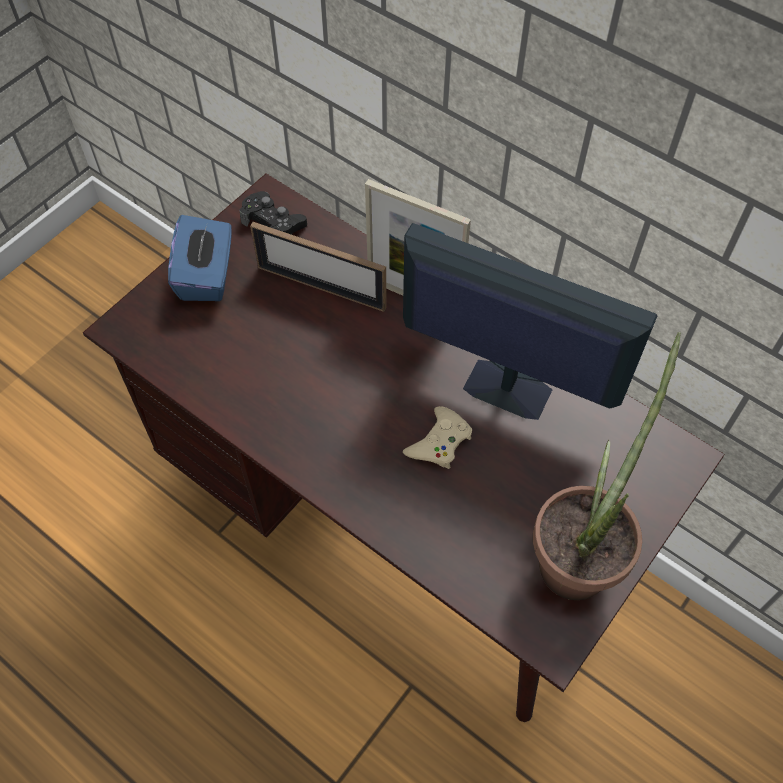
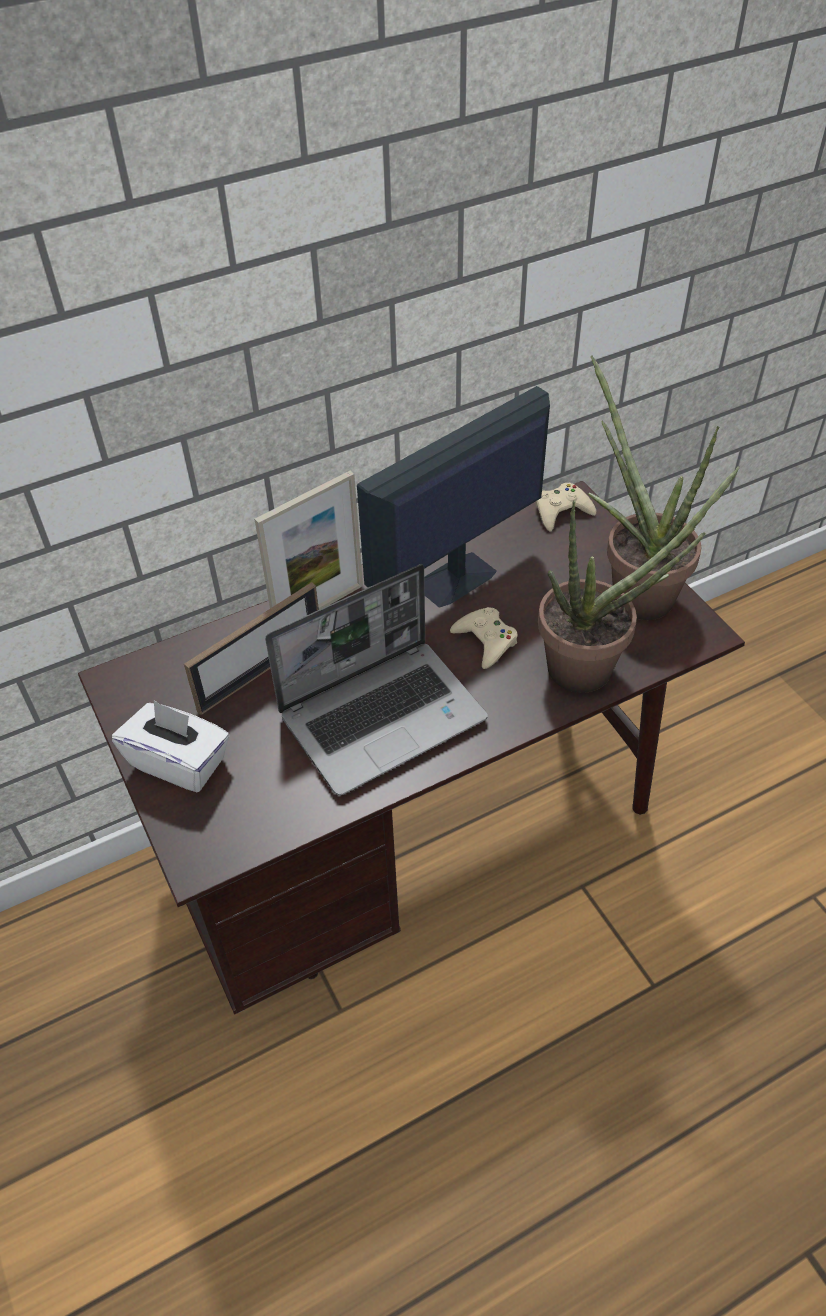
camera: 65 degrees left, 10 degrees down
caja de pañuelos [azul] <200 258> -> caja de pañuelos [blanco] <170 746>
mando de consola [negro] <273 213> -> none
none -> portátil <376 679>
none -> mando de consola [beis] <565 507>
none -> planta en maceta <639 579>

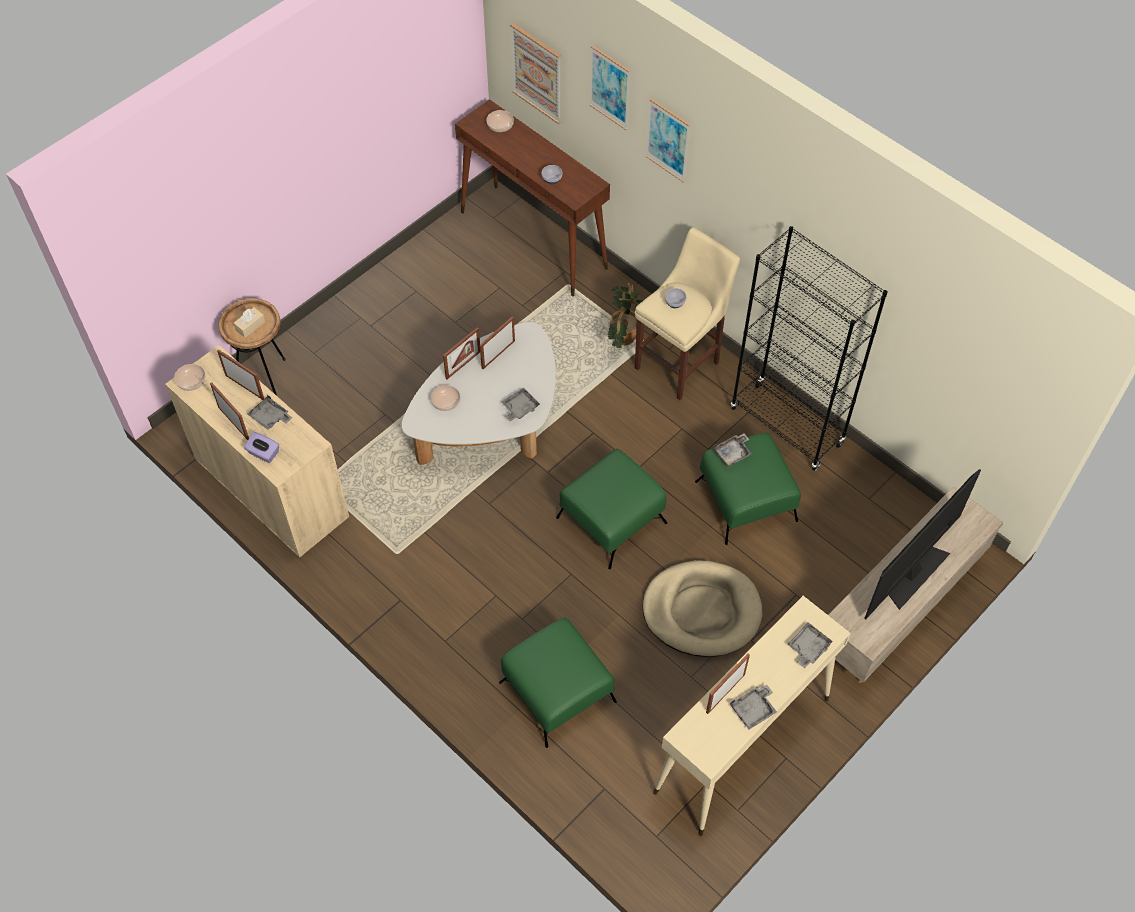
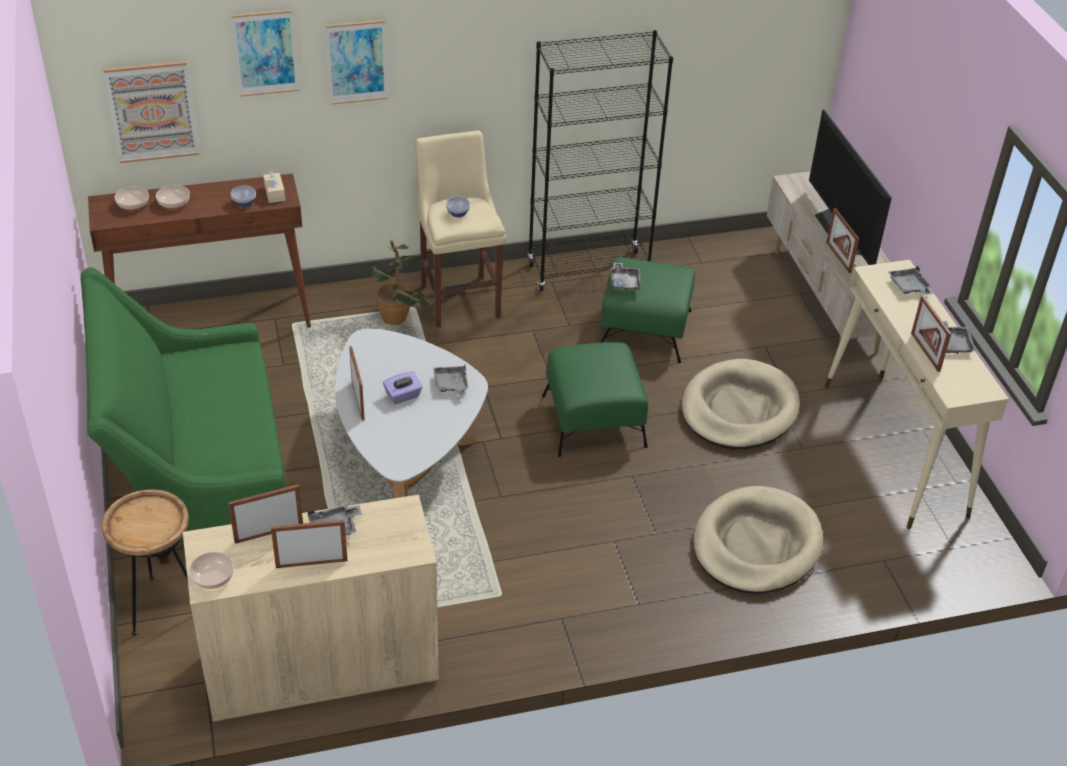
camera: 60 degrees left, 15 degrees down
caja de pañuelos [beis] <249 322> -> caja de pañuelos [beis] <274 187>, relocated
caja de pañuelos [morado] <261 447> -> caja de pañuelos [morado] <403 387>, relocated
cuenco <445 398> -> cuenco <173 197>, relocated
portarretratos <497 342> -> portarretratos <842 240>, relocated
puf [verde] <558 683> -> cama para perro [beis] <758 540>
none -> sofá [verde] <183 415>

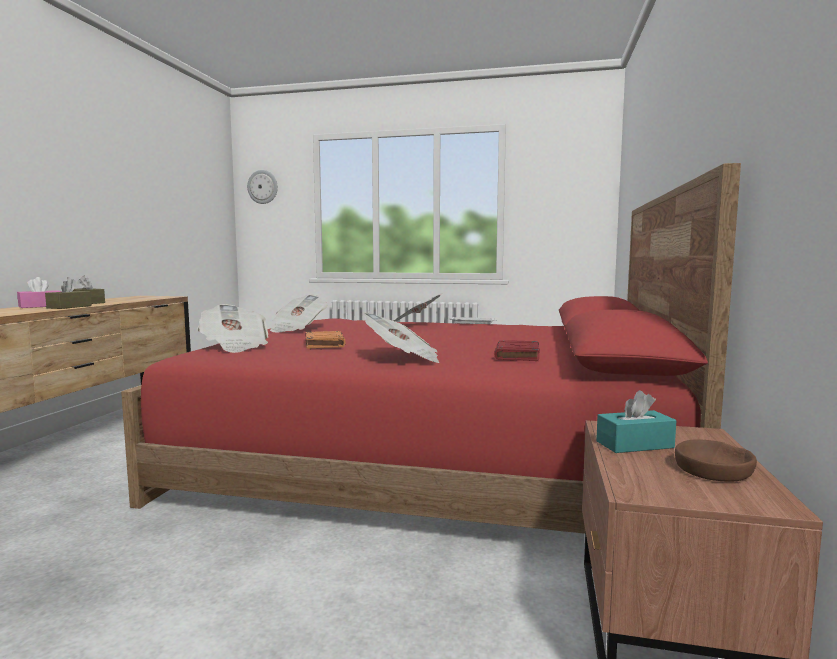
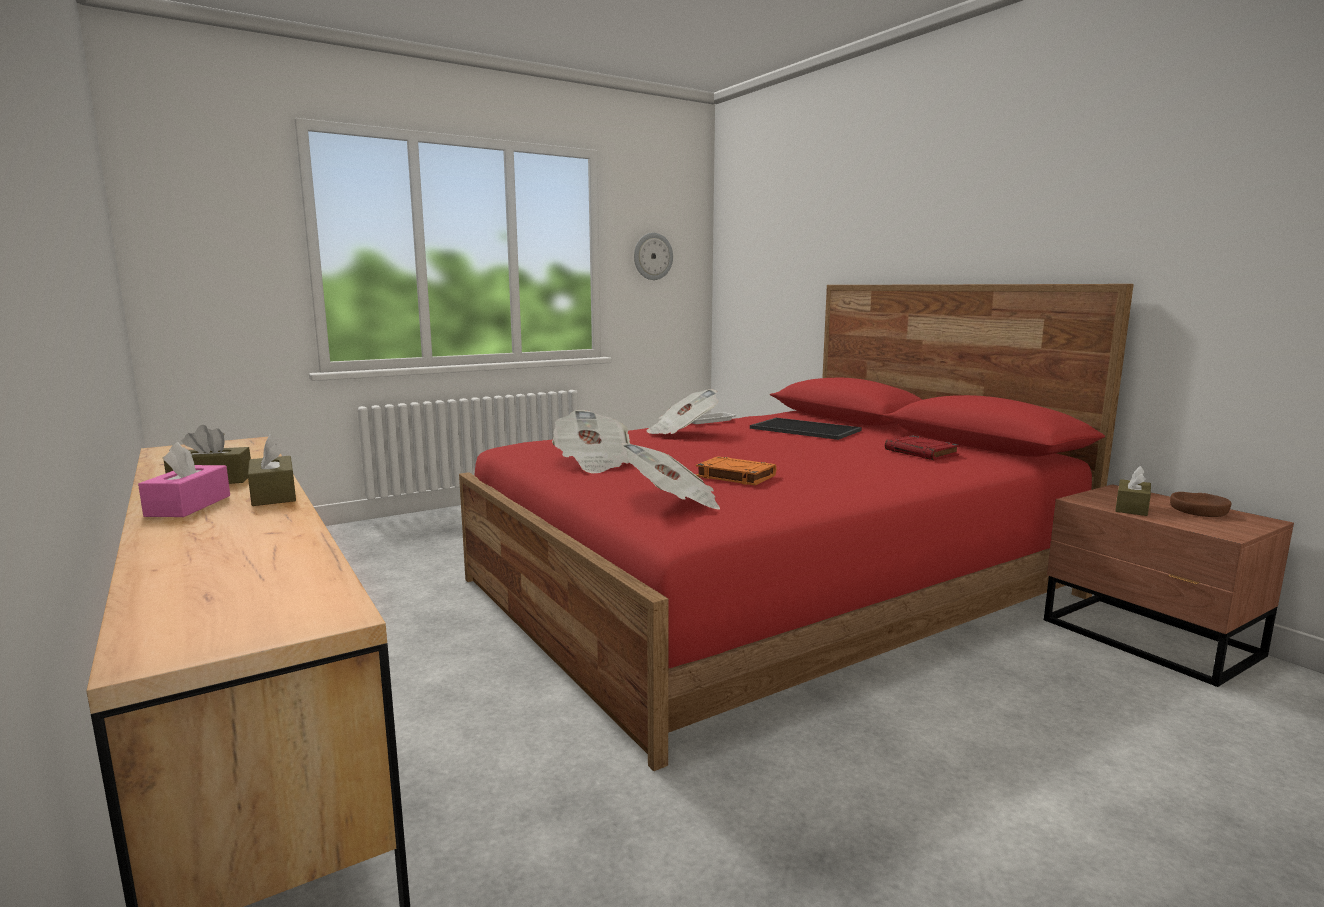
camera: 45 degrees left, 5 degrees up
reloj de pared <262 187> -> reloj de pared <653 256>, relocated
periódico <401 337> -> none
caja de pañuelos [turquesa] <636 421> -> caja de pañuelos [marrón] <1133 491>
none -> bandeja <806 429>

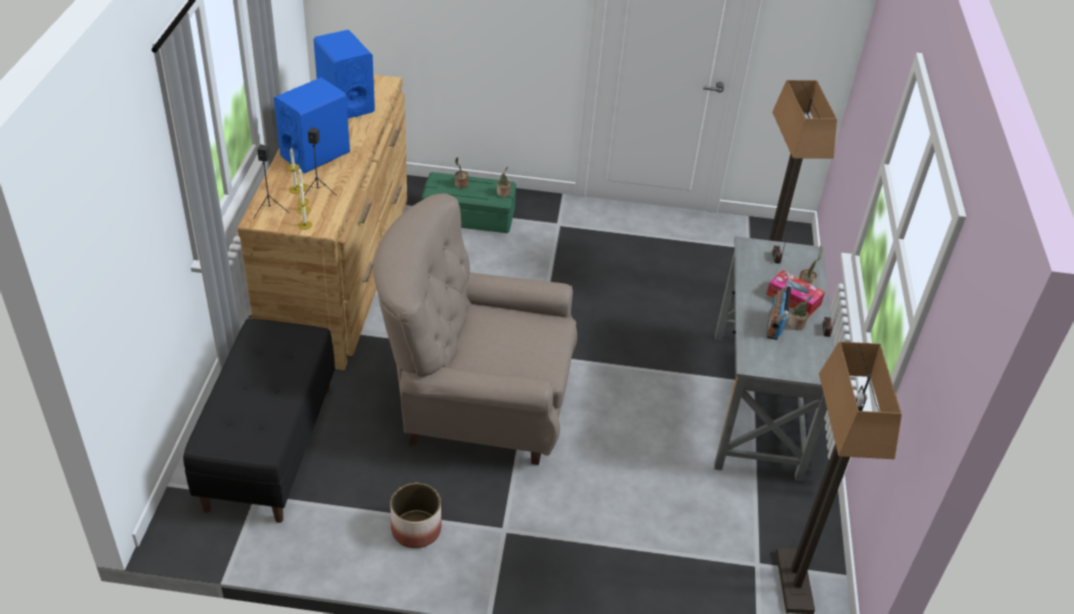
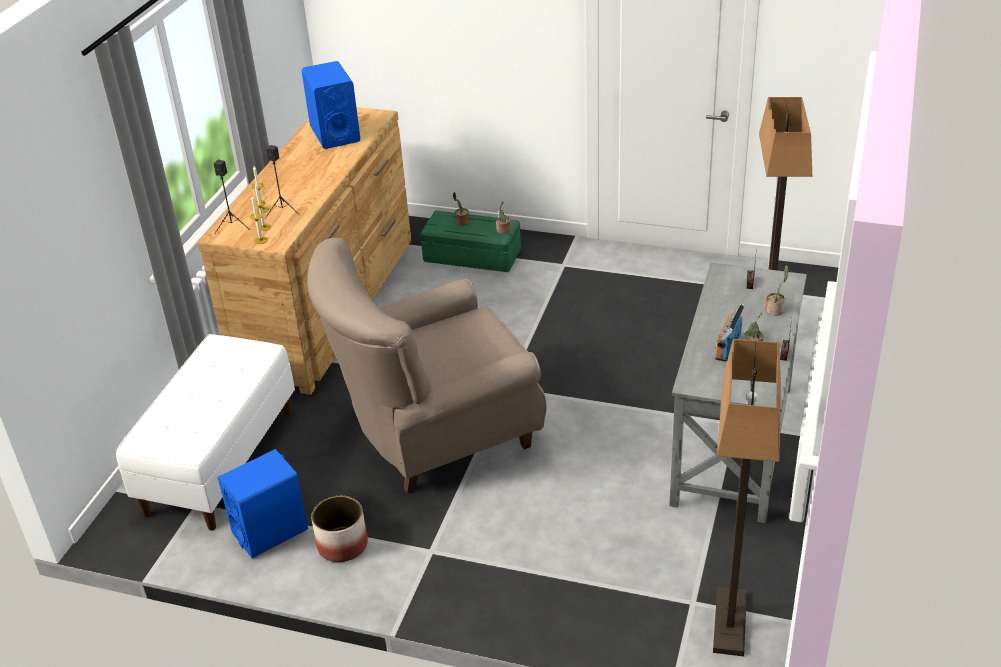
camera: 15 degrees right, 5 degrees down
banco [negro] <259 420> -> banco [blanco] <205 432>
altavoz [azul] <312 125> -> altavoz [azul] <263 503>, relocated
sillón [beis] <475 329> -> sillón [beis] <426 365>, 45 degrees counterclockwise
caja de pañuelos <796 293> -> none

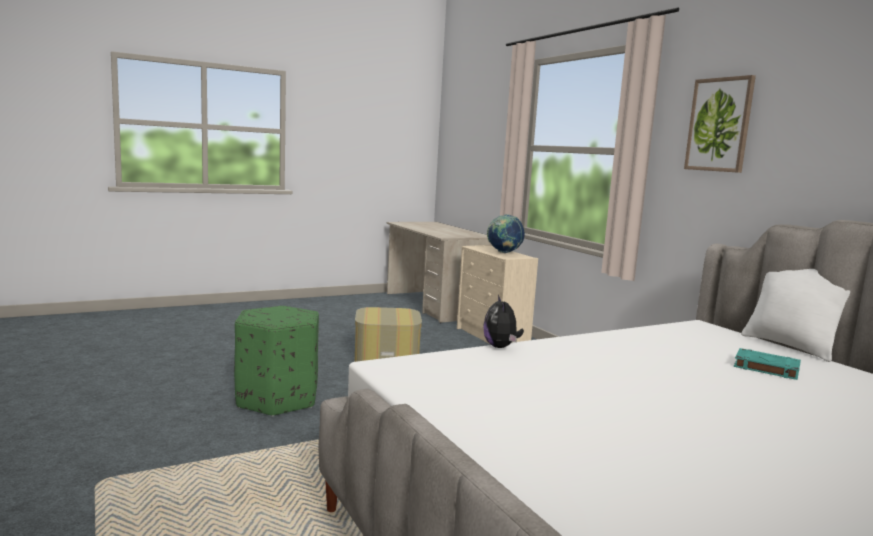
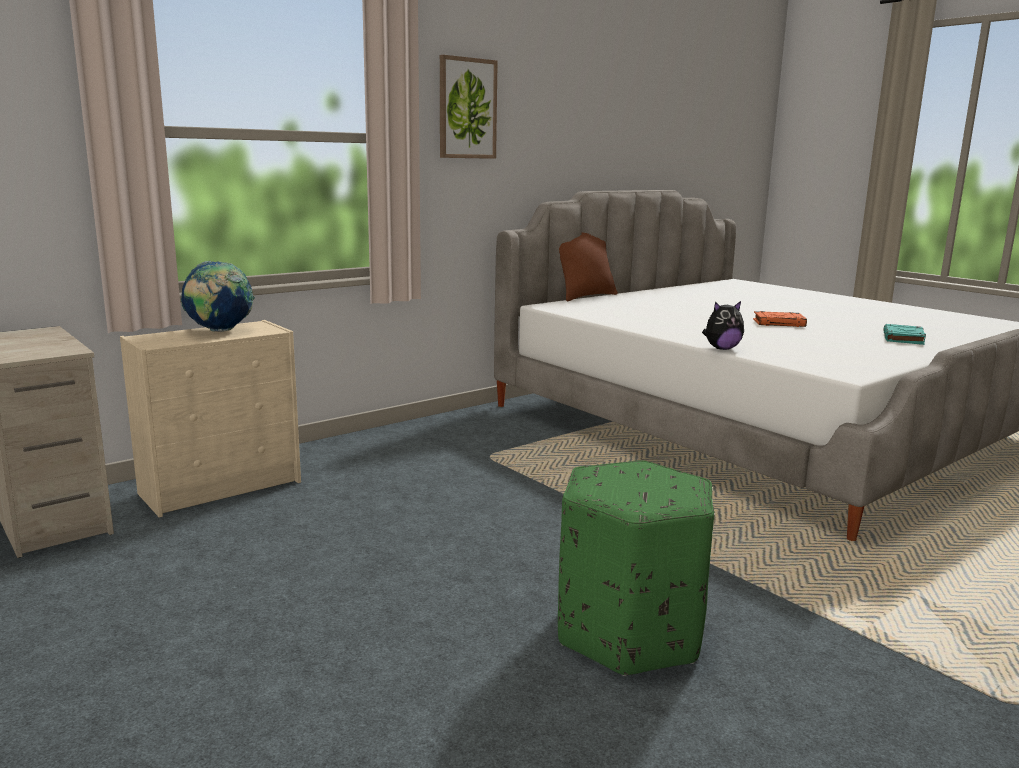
camera: 100 degrees left, 5 degrees up
puf <388 334> -> none
libro [turquesa] <767 364> -> libro [turquesa] <904 334>, relocated
cojín [blanco] <795 315> -> cojín [marrón] <588 267>
none -> libro [naranja] <780 319>

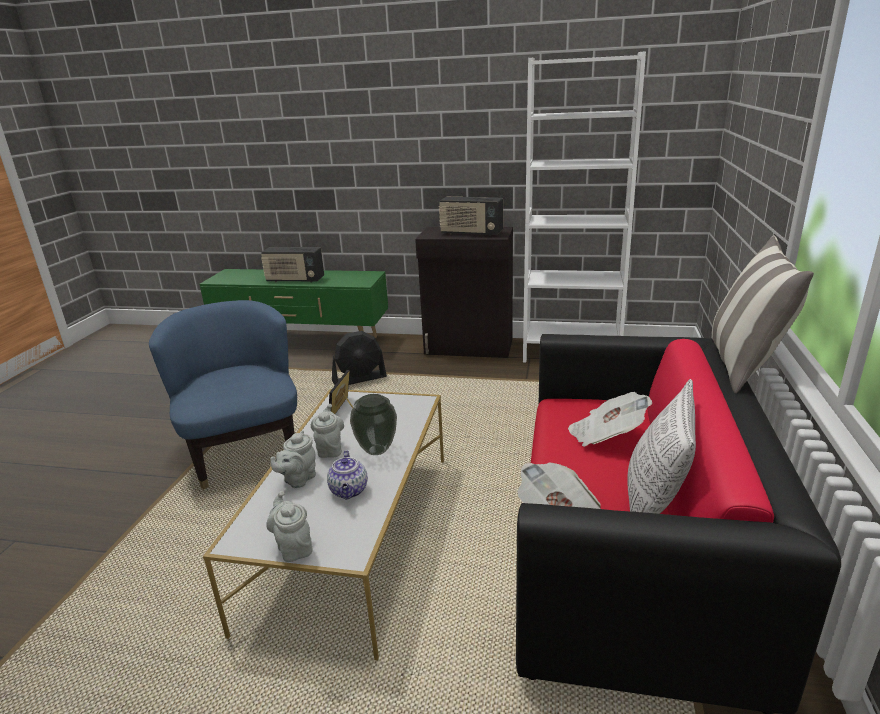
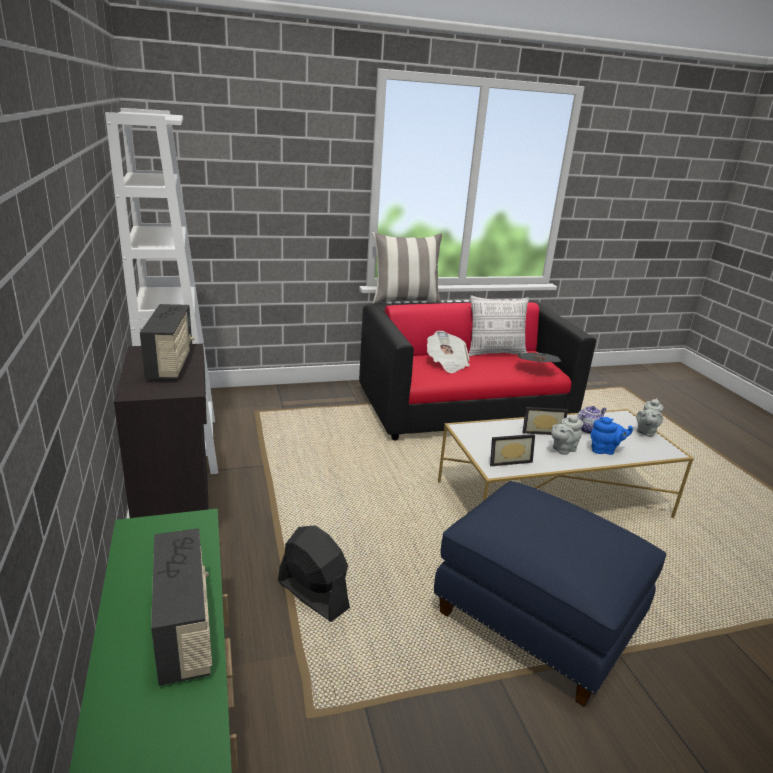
camera: 120 degrees left, 0 degrees up
sillón [azul] <223 394> -> puf [azul] <550 594>
tetera [gris] <293 459> -> tetera [azul] <612 436>
florero <373 424> -> portarretratos <545 421>

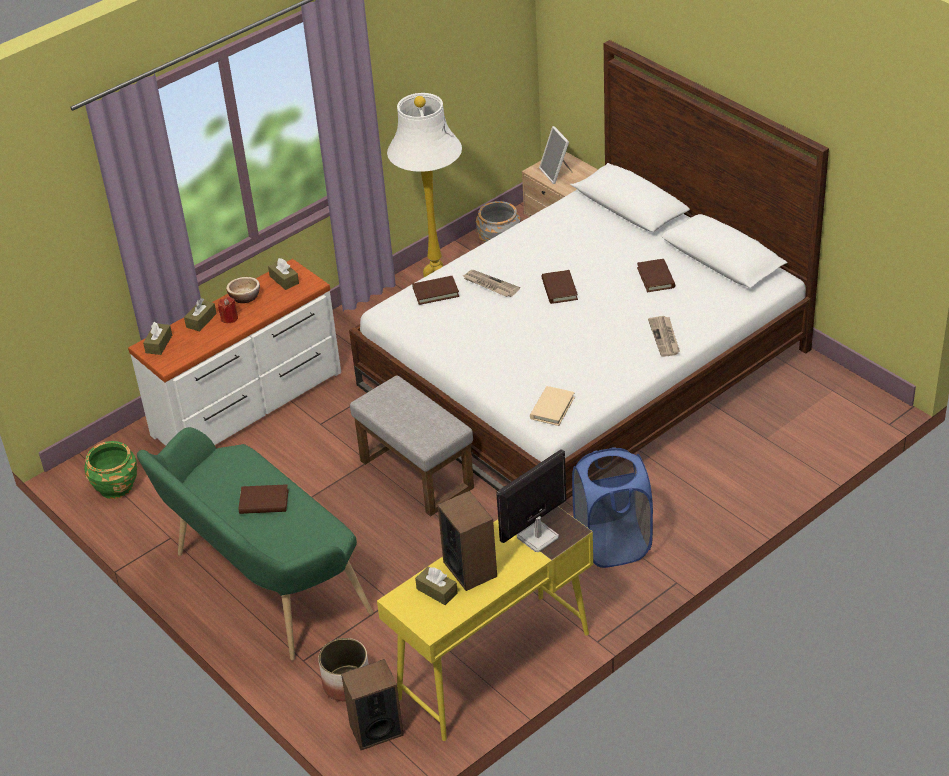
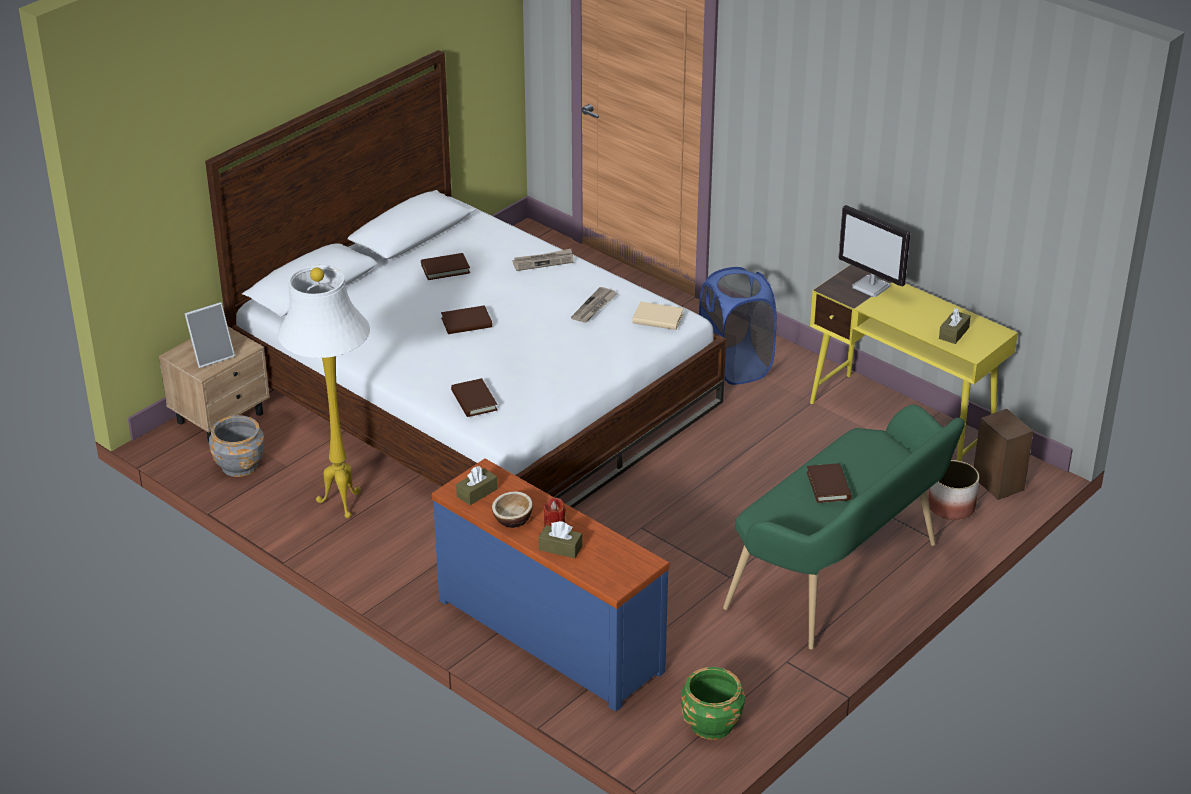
camera: 100 degrees left, 5 degrees down
cómoda [blanco] <234 352> -> cómoda [azul] <550 585>
caja de pañuelos [marrón] <157 338> -> none
puf [gris] <412 446> -> none
altavoz <467 541> -> none
periódico <491 283> -> periódico <594 305>, relocated

